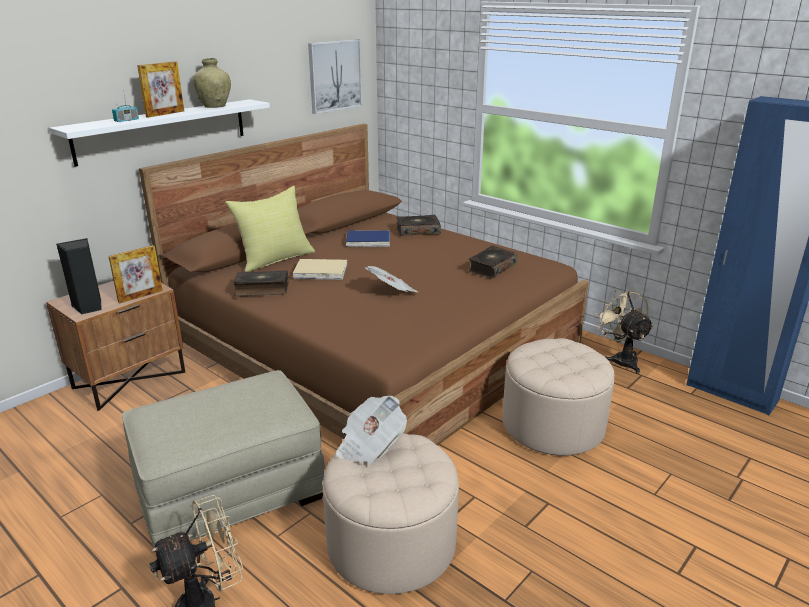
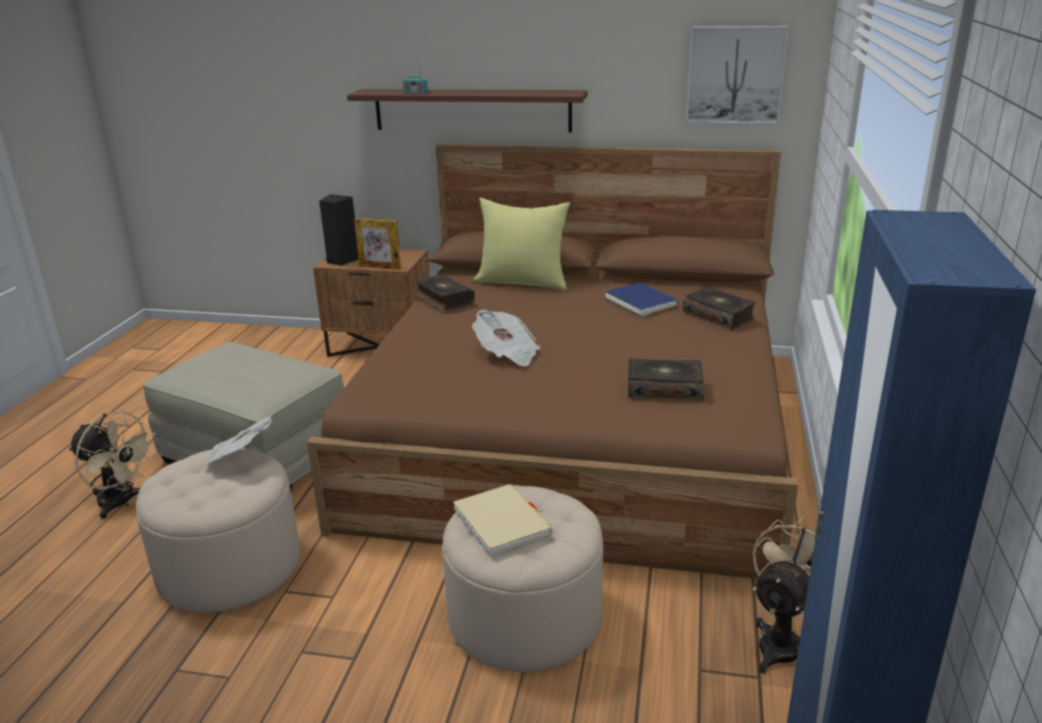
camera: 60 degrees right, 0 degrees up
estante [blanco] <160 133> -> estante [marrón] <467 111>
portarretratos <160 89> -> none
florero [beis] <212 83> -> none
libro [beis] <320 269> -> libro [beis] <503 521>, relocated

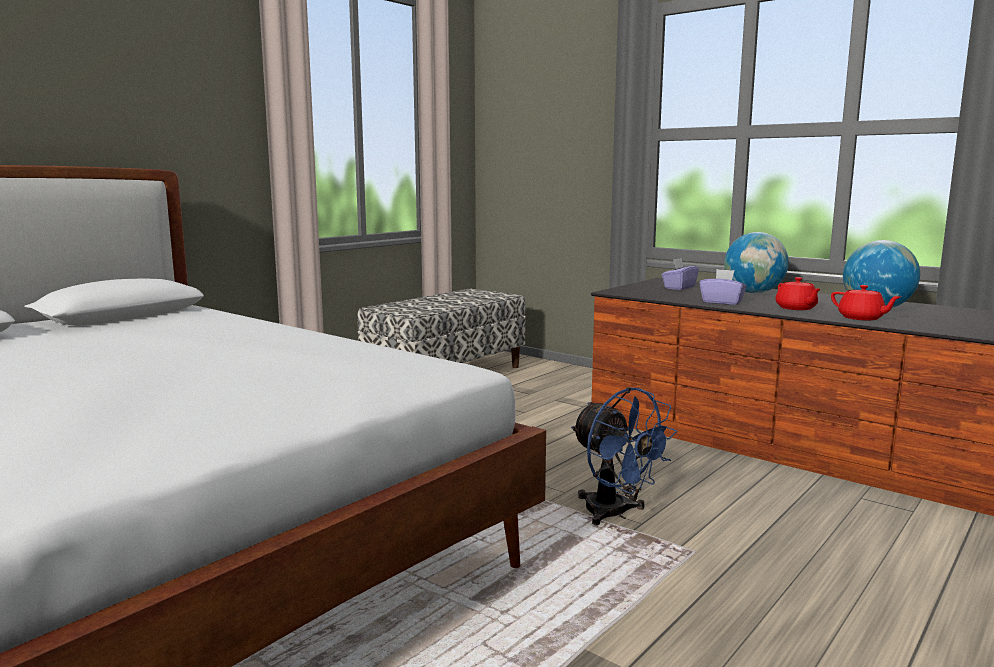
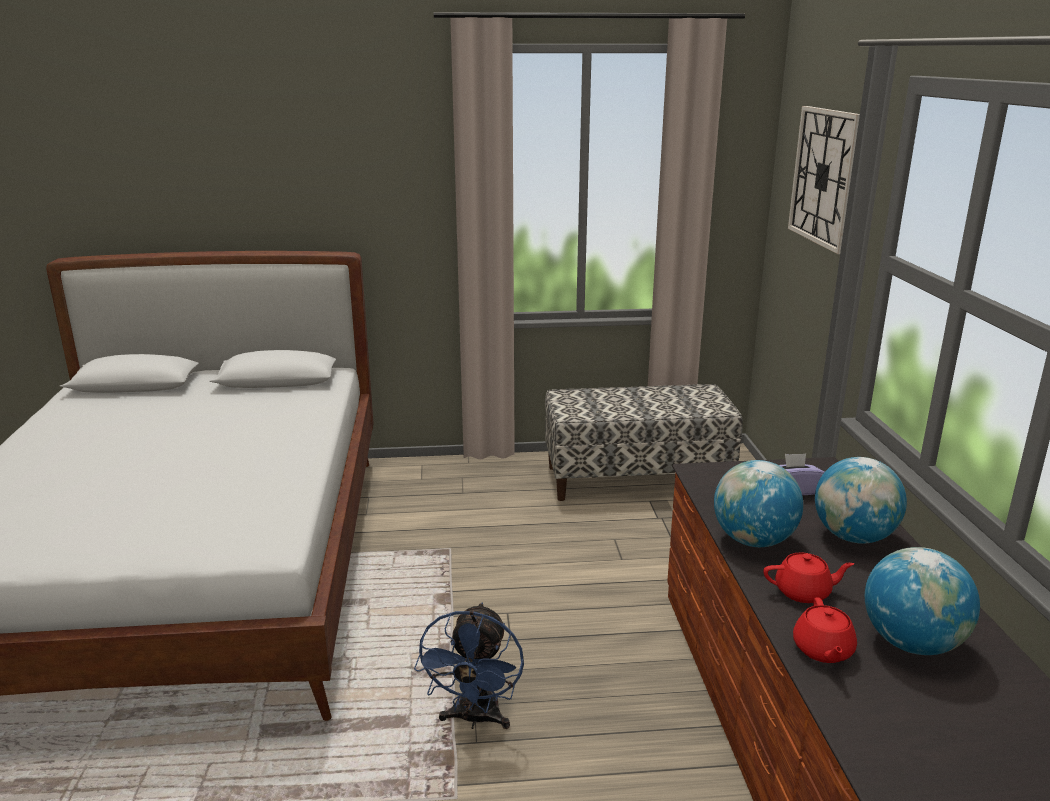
camera: 45 degrees right, 10 degrees up
caja de pañuelos [morado] <723 287> -> globo terráqueo <758 503>
tetera [rojo] <798 293> -> tetera [rojo] <809 577>, 120 degrees counterclockwise
none -> reloj de pared <824 180>

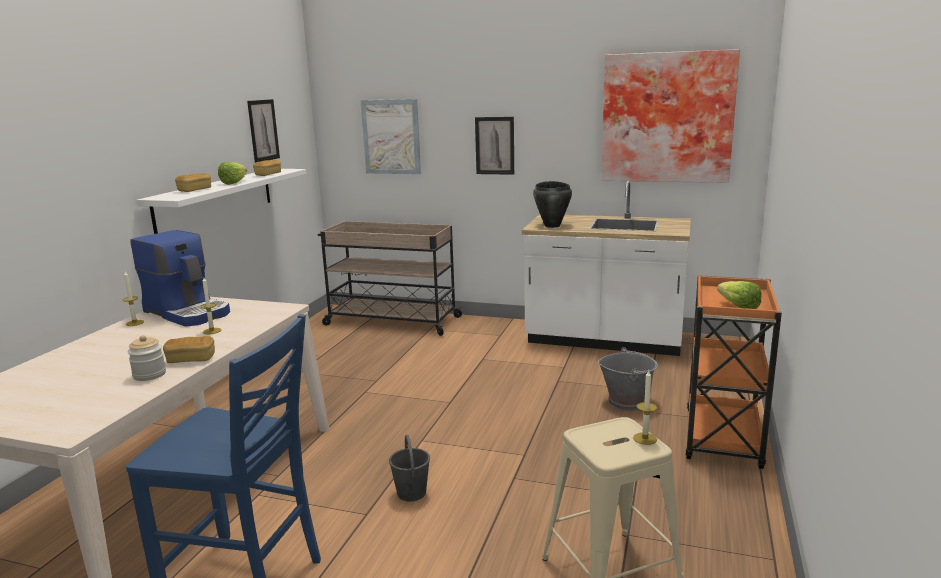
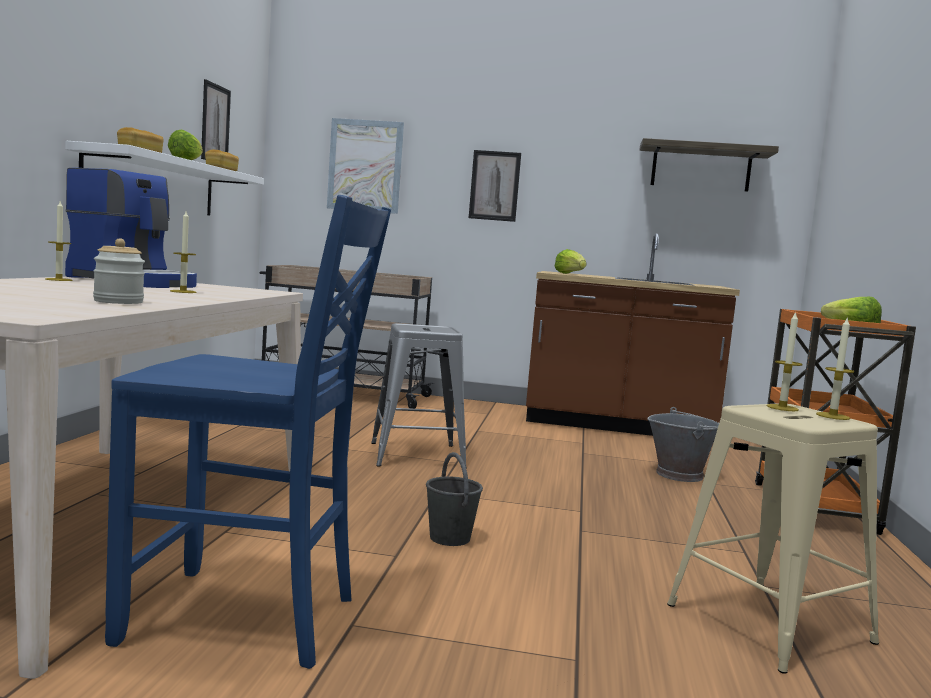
camera: 10 degrees left, 10 degrees down
pan <189 349> -> none
mueble bajo de cocina [blanco] <606 268> -> mueble bajo de cocina [marrón] <633 338>
olla [negro] <552 204> -> lechuga <570 261>
cuadro <670 116> -> estante <709 165>
none -> taburete [gris] <419 395>
none -> vela <785 361>

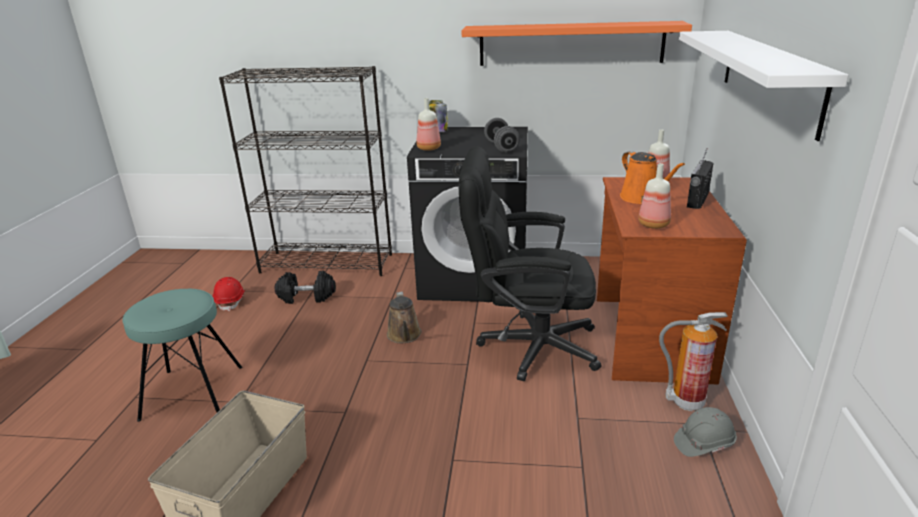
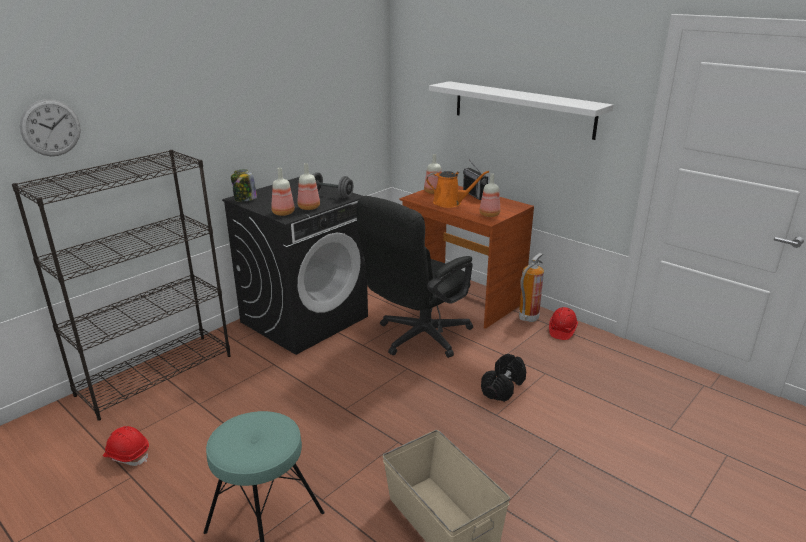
camera: 55 degrees left, 0 degrees up
mancuerna [negro] <305 287> -> mancuerna [negro] <503 378>, relocated
regadera [marrón] <404 317> -> none
estante [naranja] <576 43> -> none
casco [gris] <705 432> -> casco [rojo] <563 323>
none -> reloj de pared <50 127>
none -> botella <309 186>

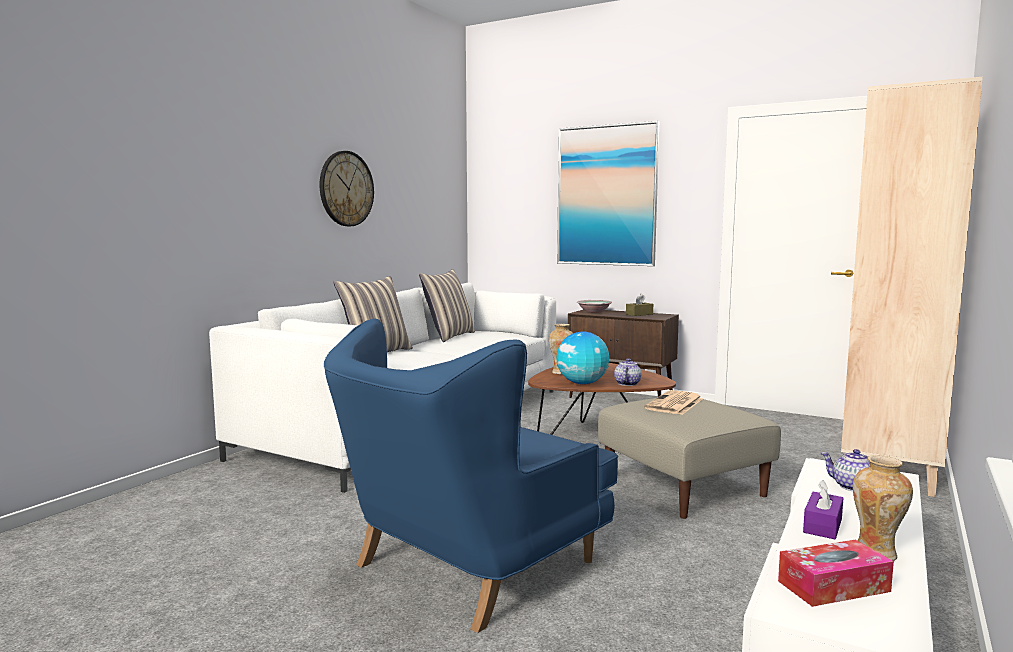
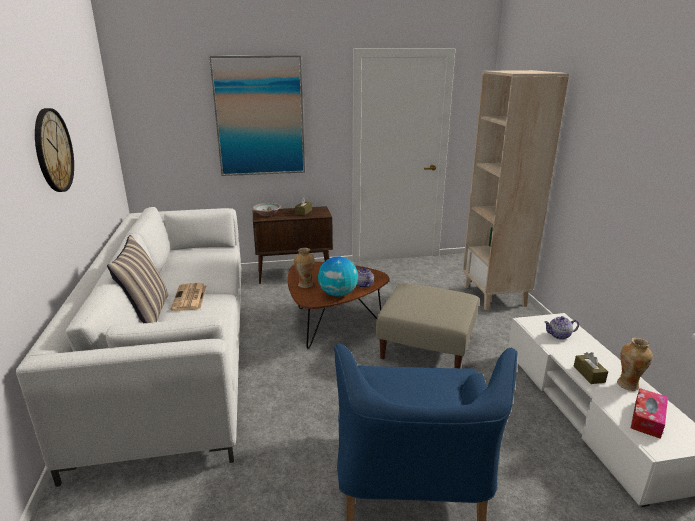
camera: 40 degrees left, 15 degrees up
cojín <447 305> -> none
periódico <673 402> -> periódico <189 297>, relocated
caja de pañuelos [morado] <823 509> -> caja de pañuelos [marrón] <591 368>

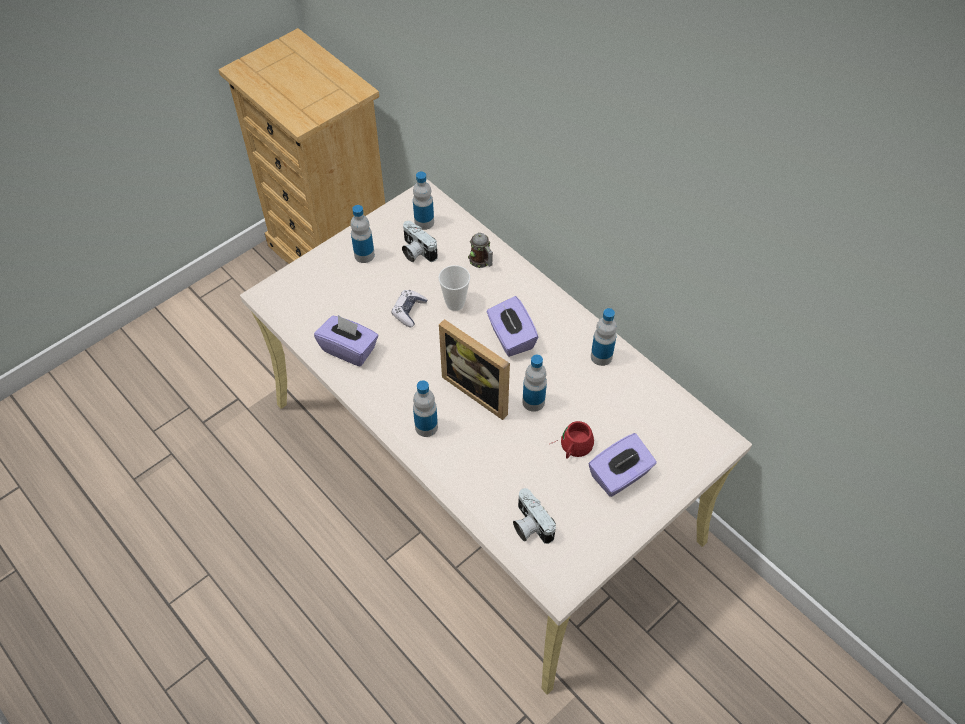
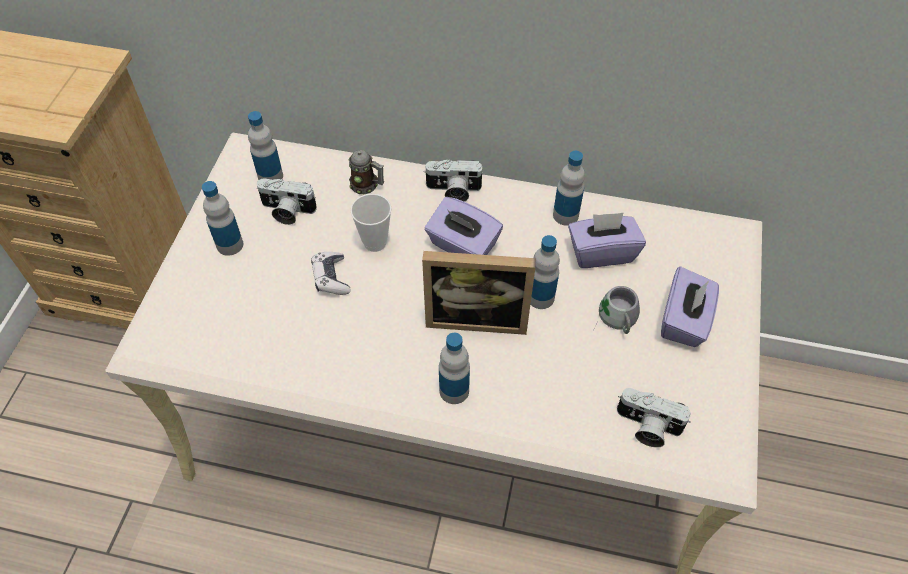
camera: 35 degrees left, 0 degrees up
caja de pañuelos [morado] <346 341> -> caja de pañuelos [morado] <607 240>, relocated
taza grande [rojo] <572 440> -> taza grande [gris] <616 310>
none -> cámara <453 180>

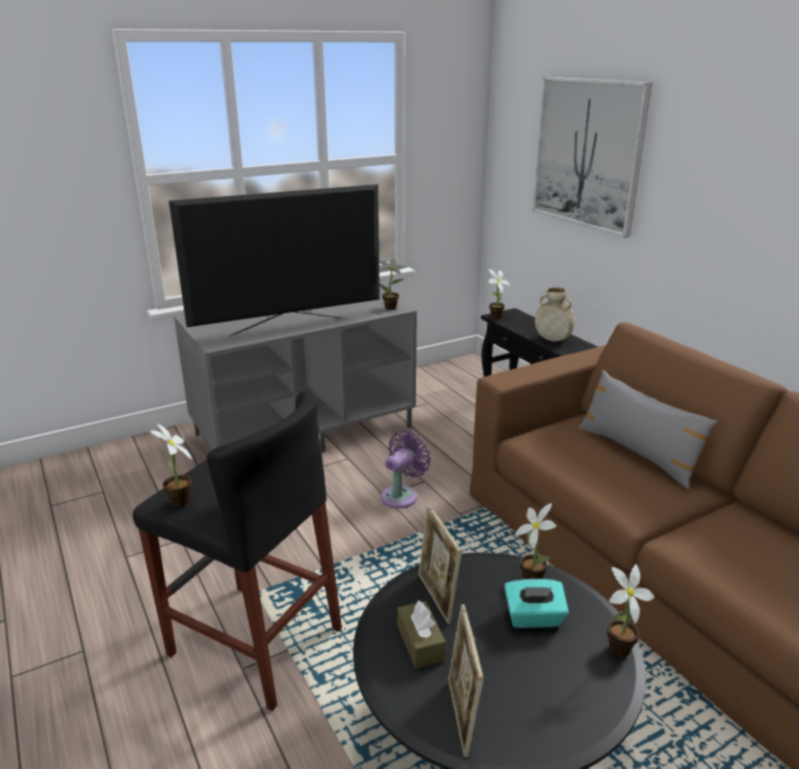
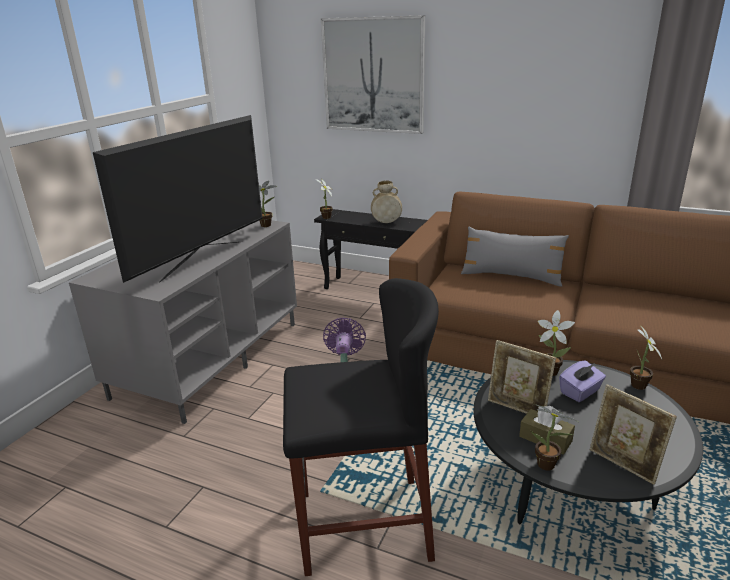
camera: 35 degrees left, 0 degrees up
planta en maceta <171 465> -> planta en maceta <555 437>, relocated
caja de pañuelos [turquesa] <536 603> -> caja de pañuelos [morado] <582 381>

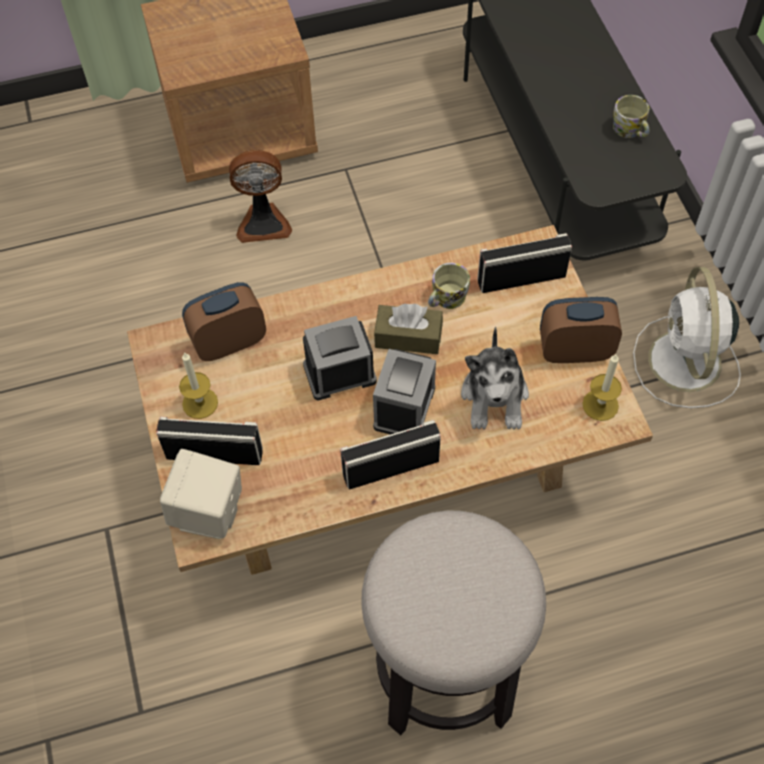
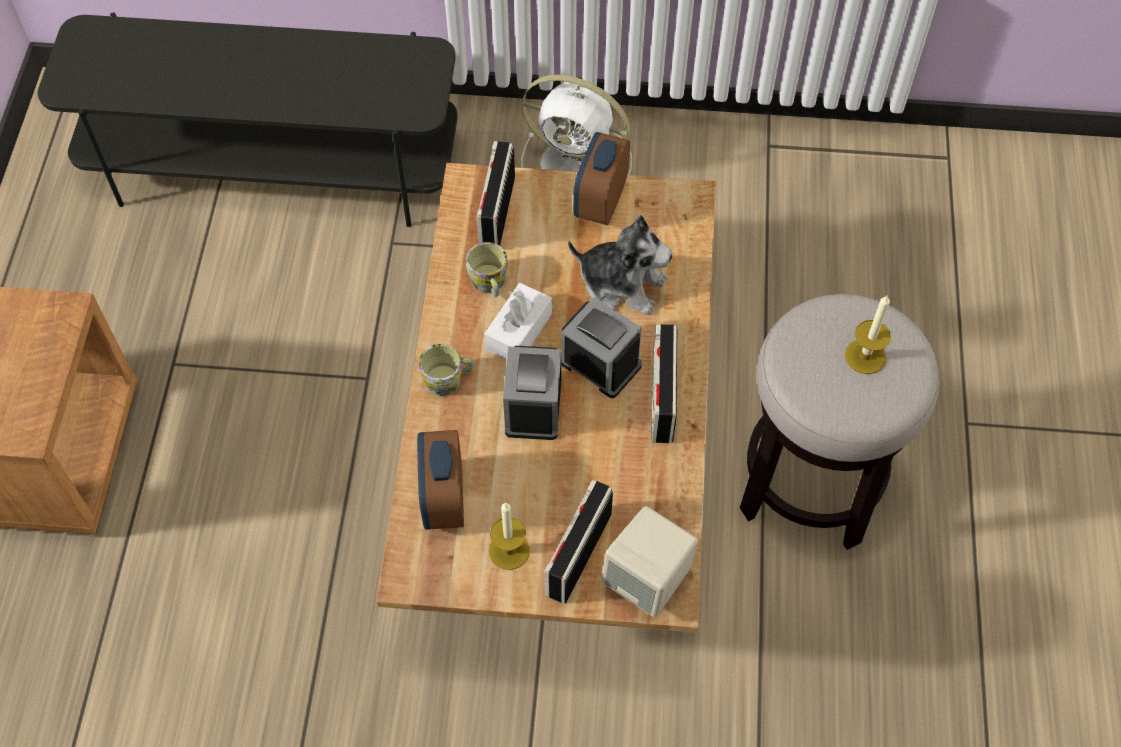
camera: 70 degrees left, 0 degrees up
ventilador <260 196> -> none
caja de pañuelos [marrón] <408 329> -> caja de pañuelos [blanco] <518 321>
vela <602 387> -> vela <868 334>, relocated
taza grande <631 116> -> taza grande <446 370>, relocated

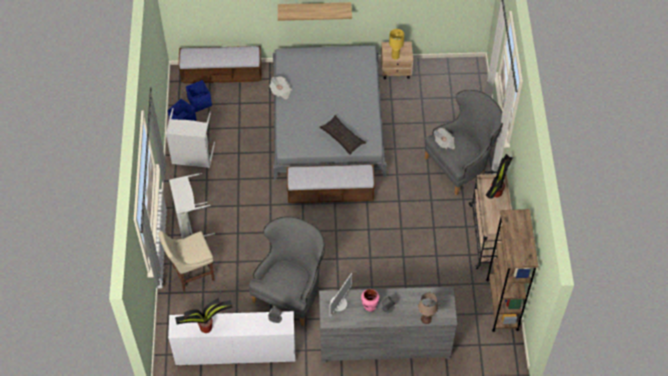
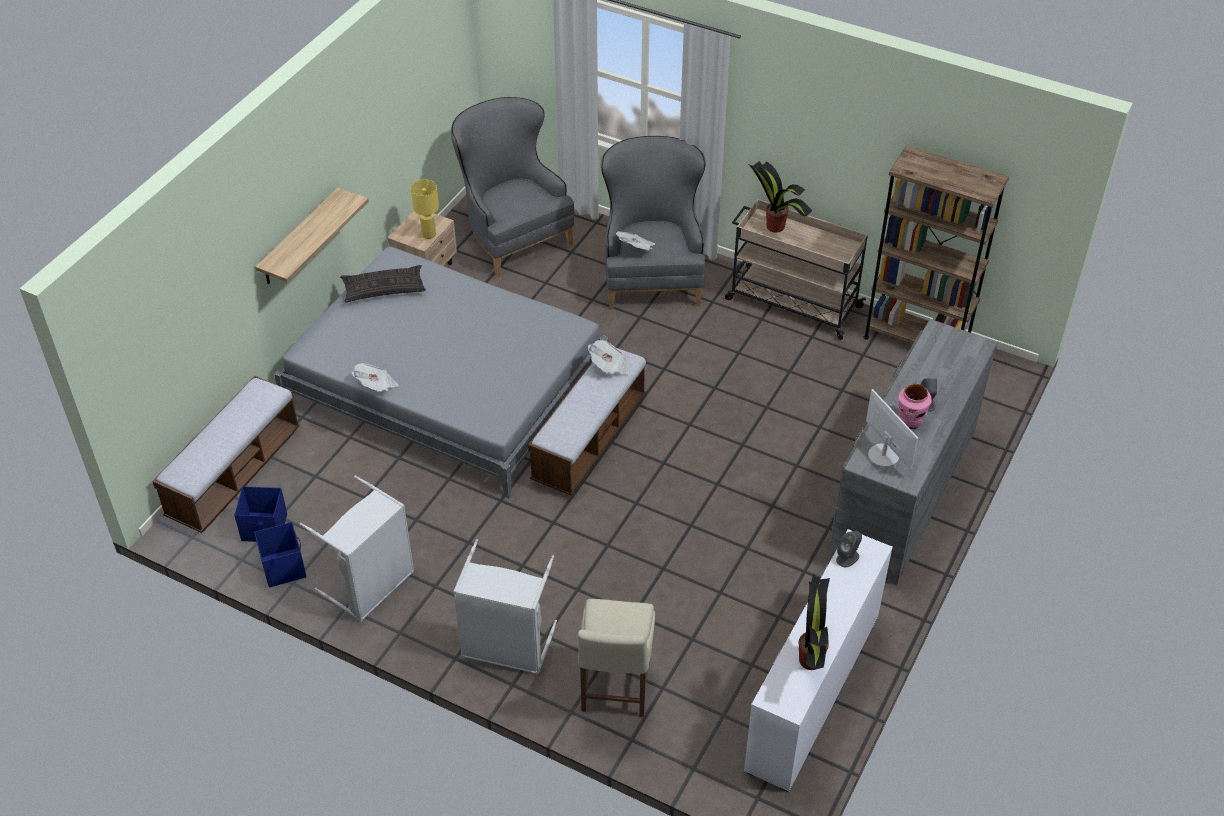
camera: 60 degrees left, 10 degrees down
sillón [gris] <287 271> -> sillón [gris] <513 187>, relocated
cojín <342 135> -> cojín <383 284>, relocated
lámpara de mesa [marrón] <428 308> -> none
none -> periódico <608 357>

